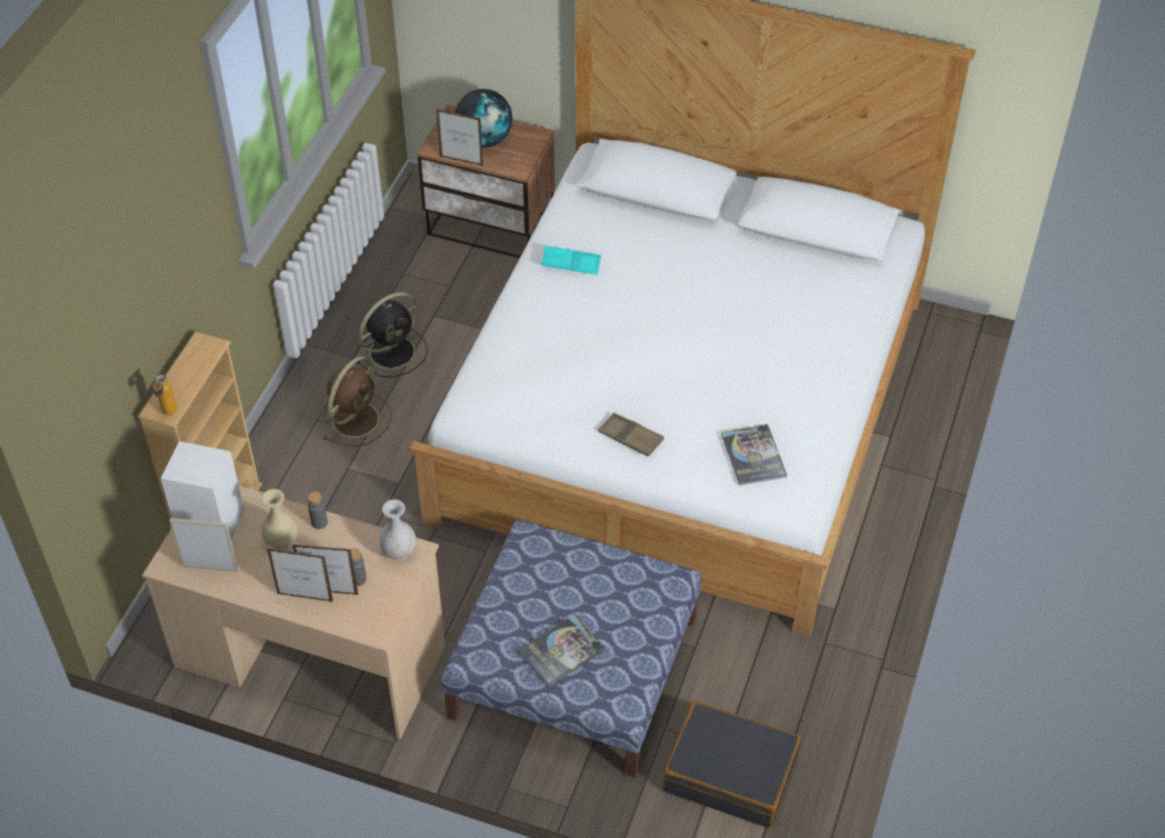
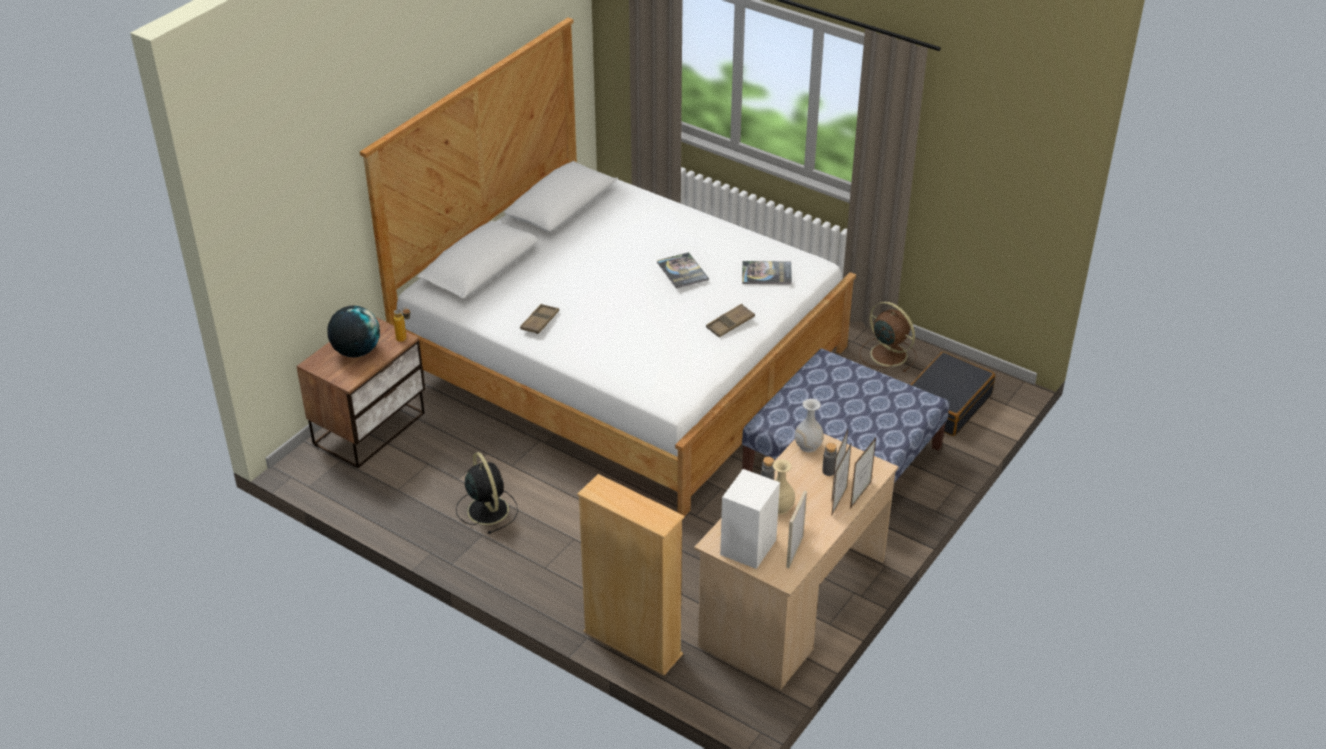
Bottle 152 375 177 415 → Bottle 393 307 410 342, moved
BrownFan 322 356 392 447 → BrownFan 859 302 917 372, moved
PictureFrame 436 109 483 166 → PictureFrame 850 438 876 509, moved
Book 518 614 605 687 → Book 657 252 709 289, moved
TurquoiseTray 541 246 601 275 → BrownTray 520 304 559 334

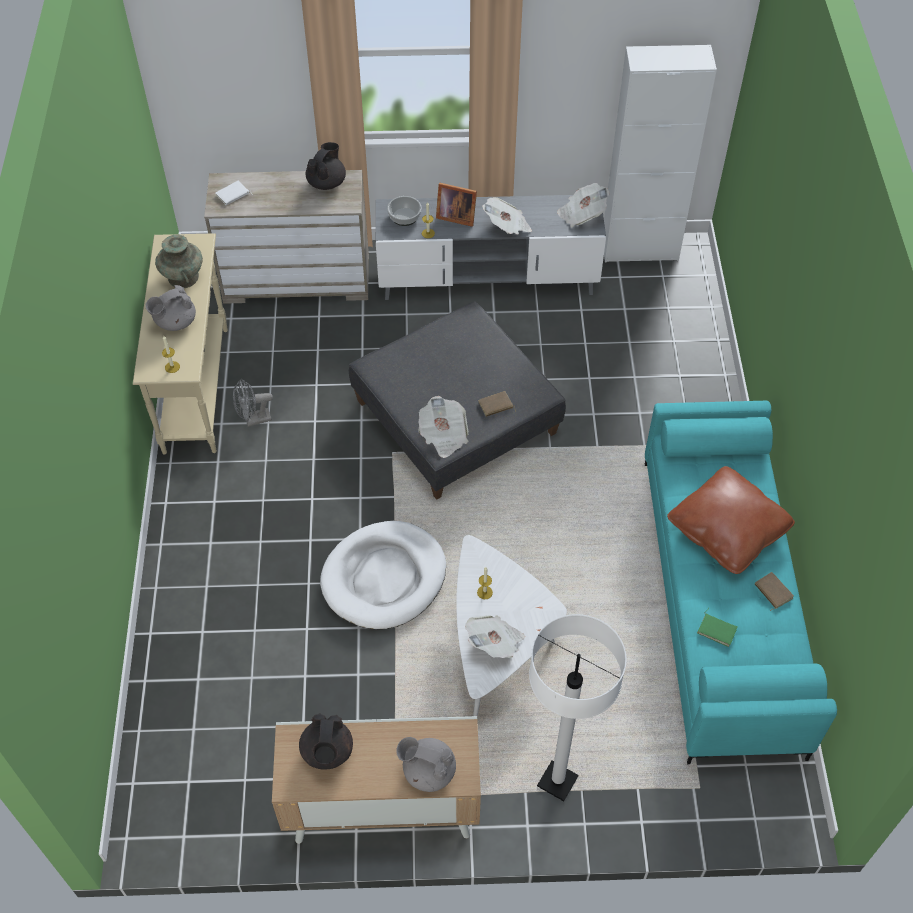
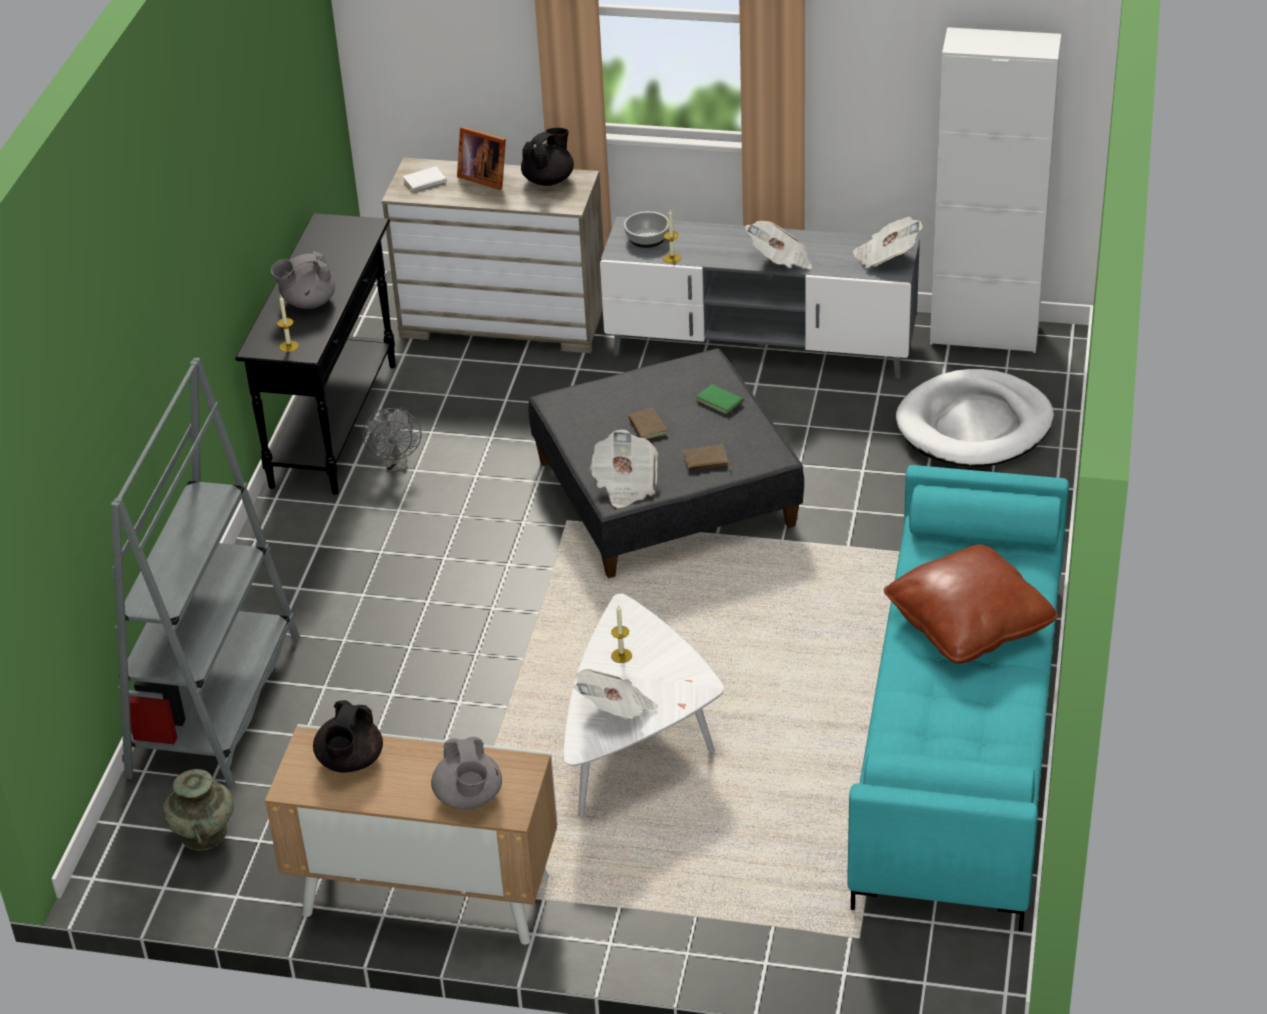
WhiteFloorLamp 529 614 627 801 → -
- → GreyBookcase 111 358 300 787
TurquoiseVase 155 234 203 288 → TurquoiseVase 162 769 234 851, moved
WhiteDogBed 320 521 446 629 → WhiteDogBed 896 369 1054 467, moved
PictureFrame 436 183 477 227 → PictureFrame 457 127 506 190, moved
GreenBook 697 608 737 647 → GreenBook 696 381 743 414, moved
BrownBook 755 572 794 611 → BrownBook 628 408 667 439, moved
BeigeConsoleTable 133 233 228 454 → BlackConsoleTable 235 213 396 495
GreyFan 233 379 273 427 → GreyFan 363 408 421 472, 90 degrees counterclockwise
GreyTeapot 396 737 456 792 → GreyTeapot 431 737 502 810, 135 degrees counterclockwise

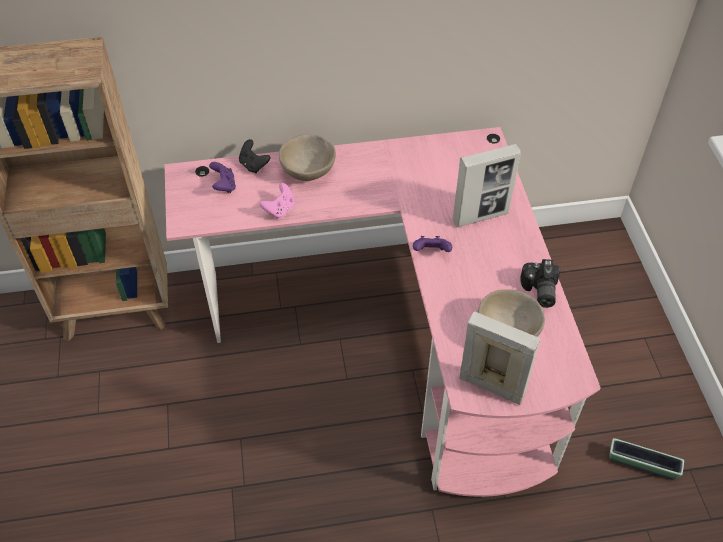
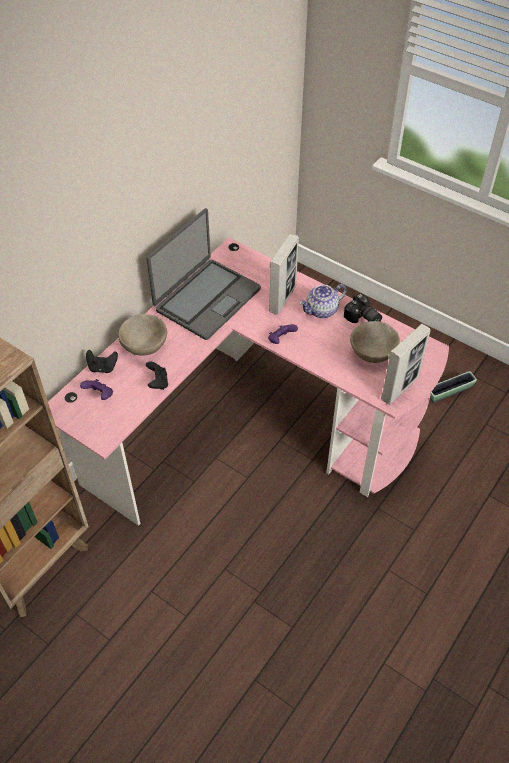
- → Laptop 147 208 261 340
- → Teapot 299 284 347 318
PinkGameController 260 183 295 219 → BlackGameController 146 362 168 390
PictureFrame 459 312 541 405 → PictureFrame 381 324 431 405, 150 degrees clockwise

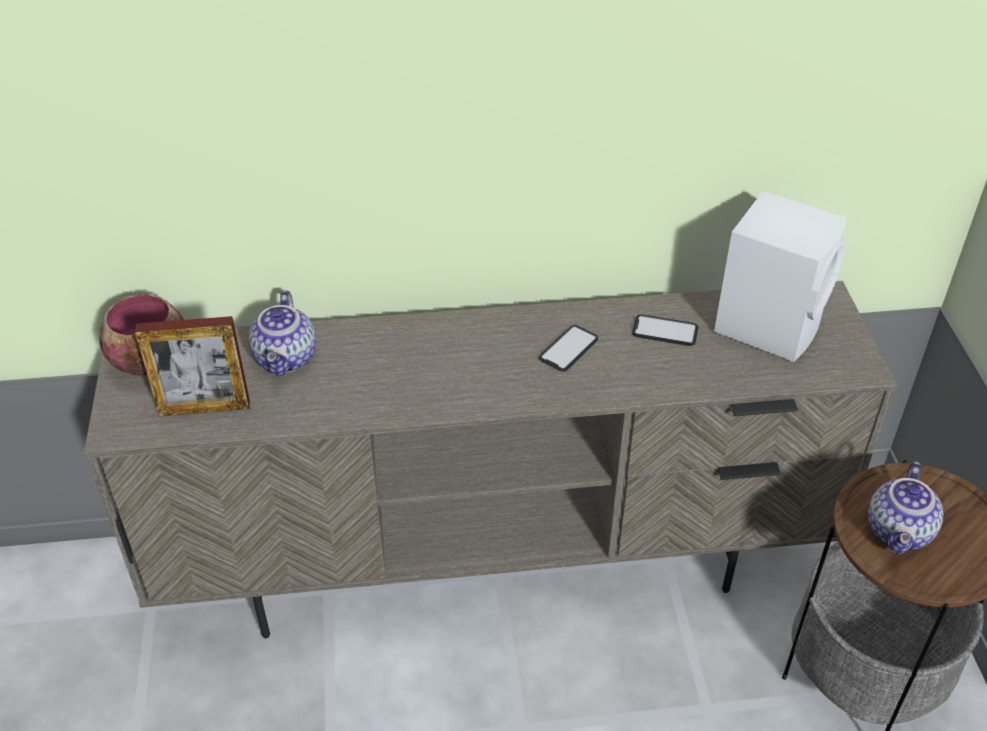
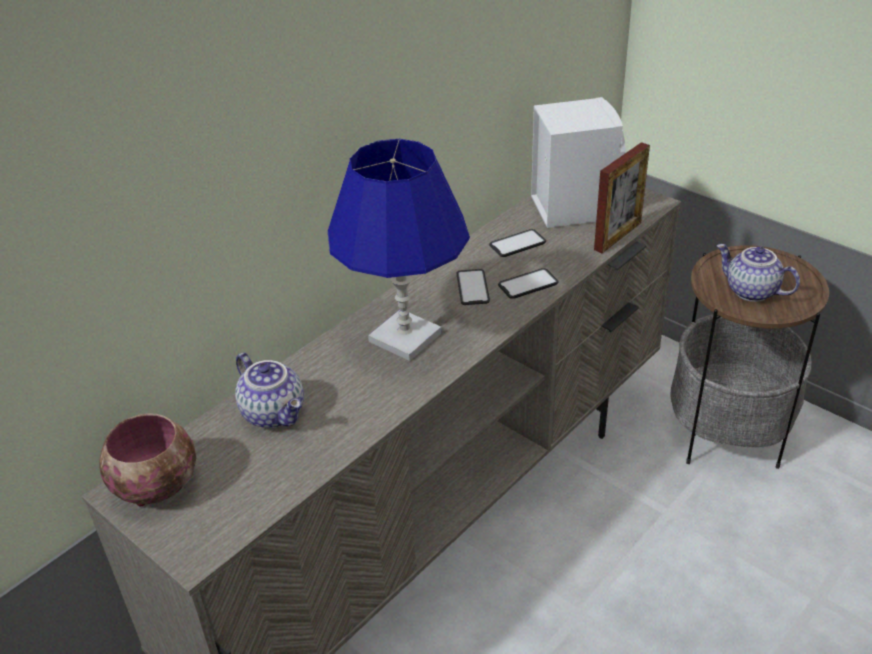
- → BlueTableLamp 328 139 470 361
- → Phone 498 268 559 299
PictureFrame 135 316 250 416 → PictureFrame 594 142 650 253, moved
Teapot 868 461 944 554 → Teapot 716 244 800 302, 150 degrees clockwise

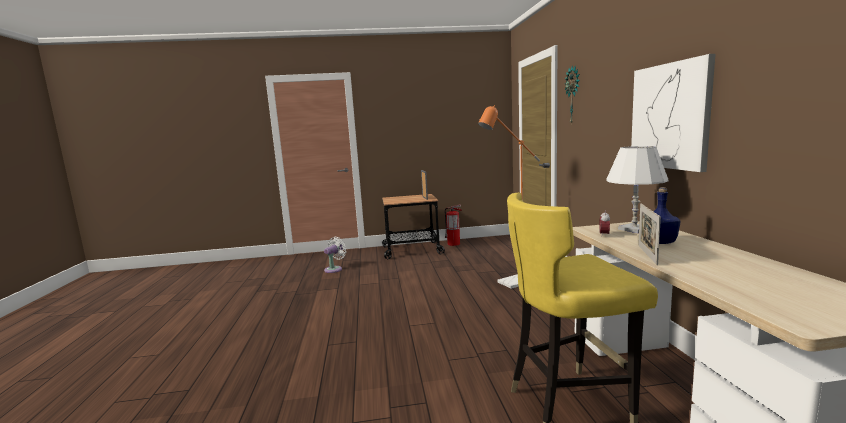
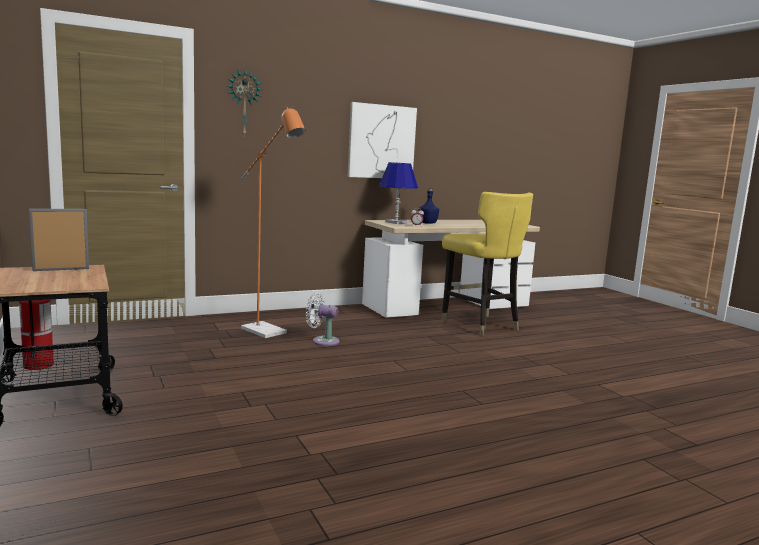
PictureFrame 638 203 661 265 → -
WhiteFan 324 237 346 273 → WhiteFan 306 292 339 346, moved
WhiteTableLamp 606 146 669 233 → BlueTableLamp 379 162 418 224

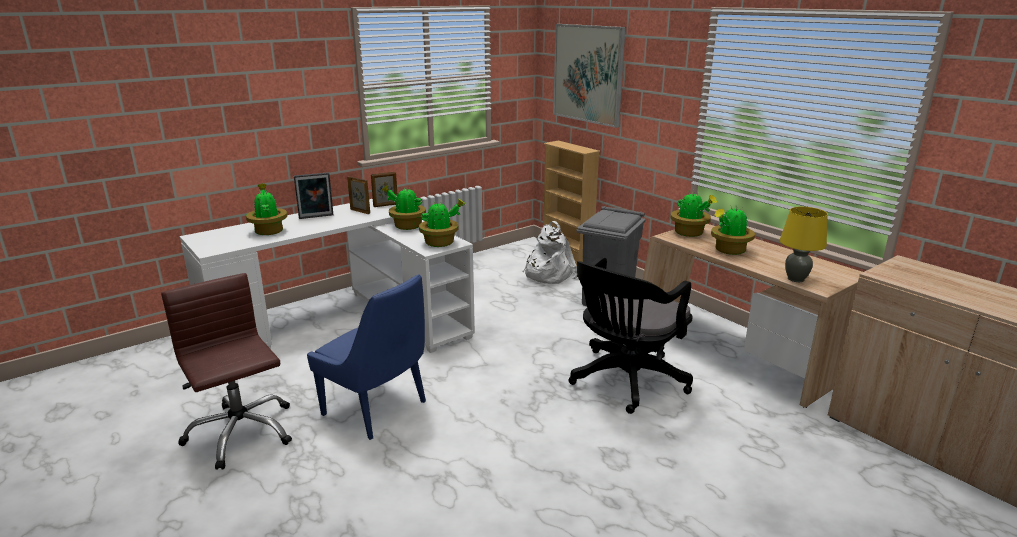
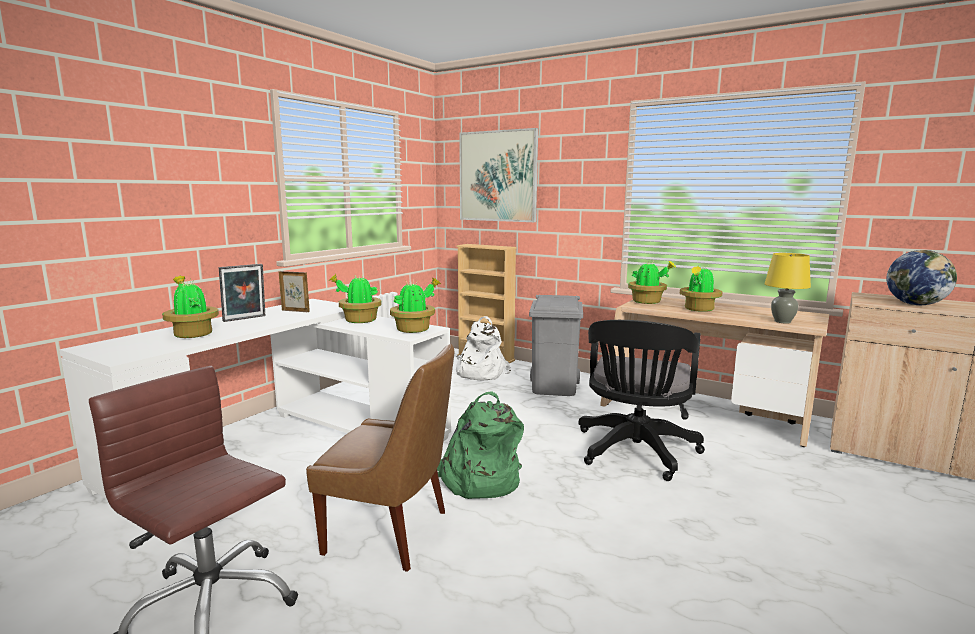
PictureFrame 371 172 397 207 → -
- → GreenBackpack 437 391 524 499
- → Globe 886 250 957 305
BlueChair 307 274 426 440 → BrownChair 306 344 454 572

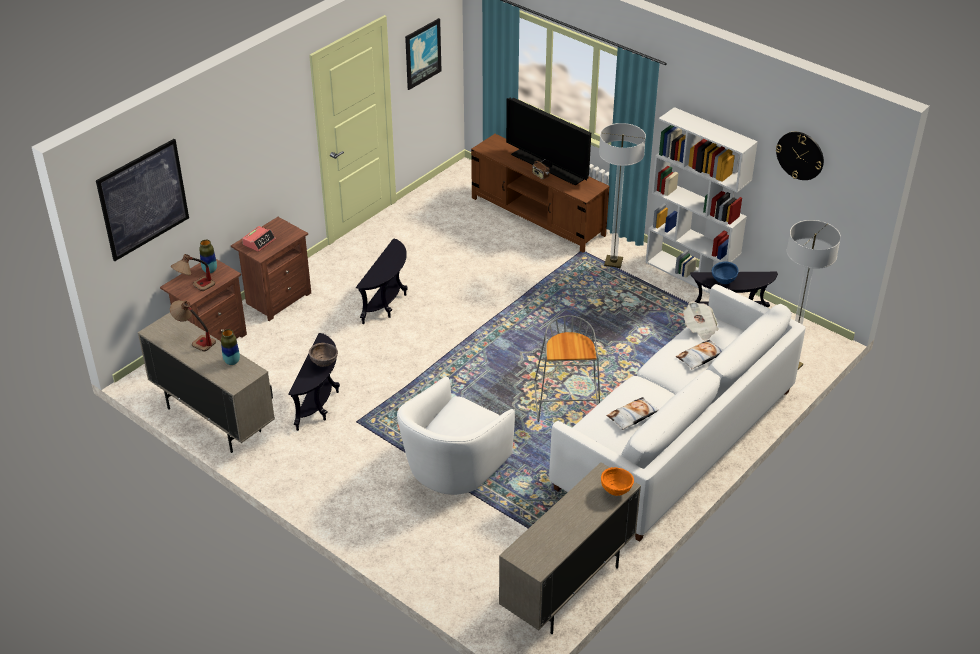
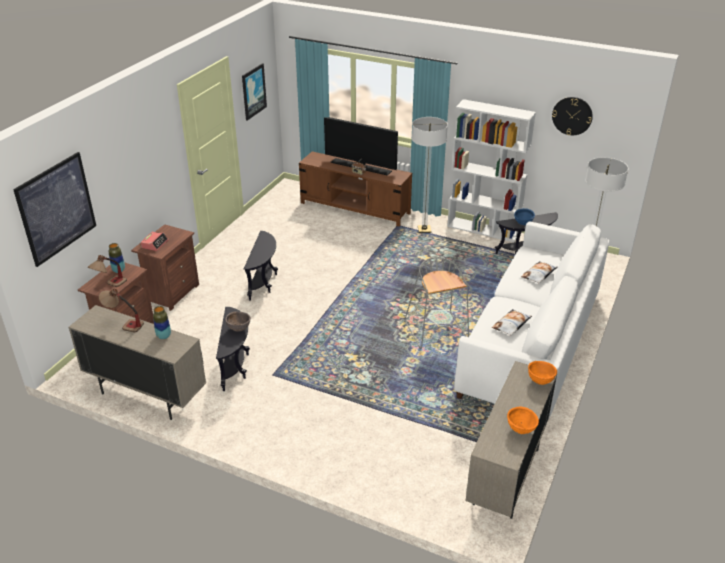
WhiteArmchair 397 376 515 495 → -
Newspaper 683 301 719 341 → -
- → OrangeBowl 507 407 539 434

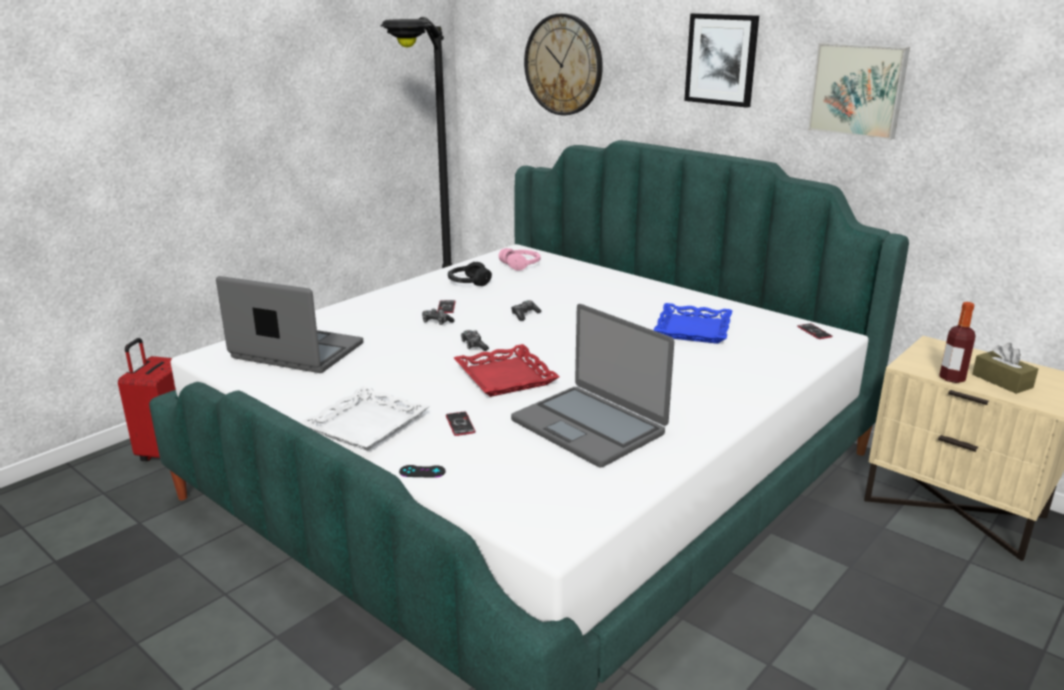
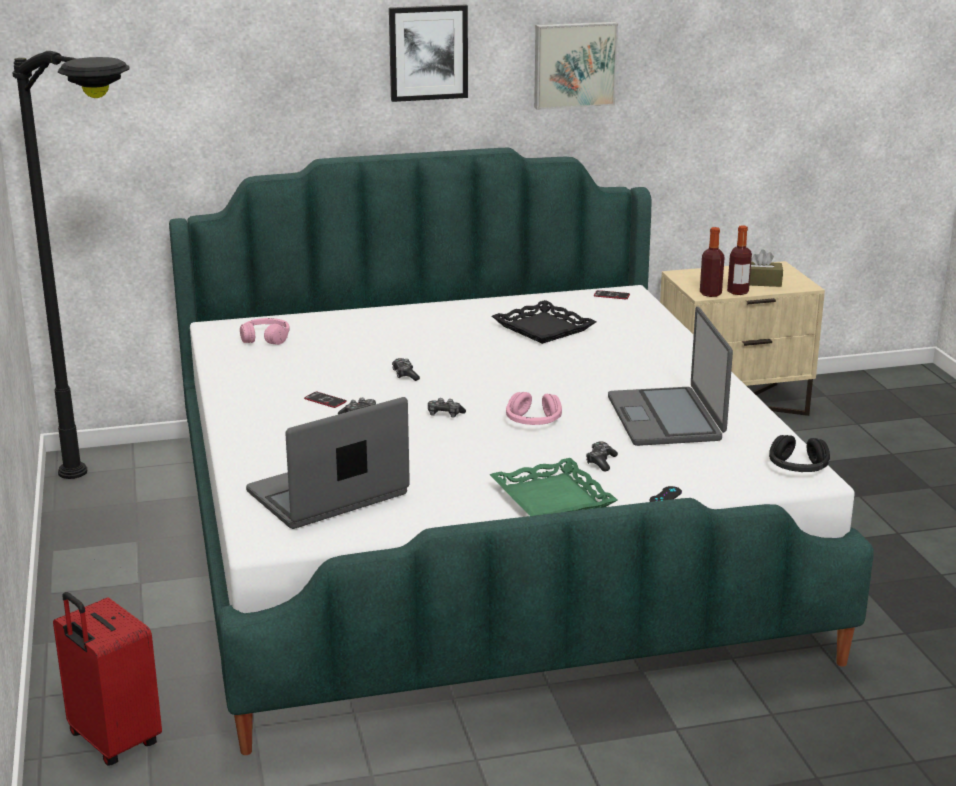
WallClock 524 13 603 116 → -
- → Bottle 700 227 725 297
BlackHeadphones 448 262 492 286 → BlackHeadphones 769 435 830 472, moved
Phone 446 412 476 436 → GameController 586 441 618 471
RedTray 454 344 560 397 → PinkHeadphones 506 392 562 425
WhiteTray 299 386 429 451 → GreenTray 489 458 617 516
BlueTray 654 303 733 344 → BlackTray 492 300 596 344
Laptop 511 304 674 468 → Laptop 608 307 733 446, 90 degrees clockwise

